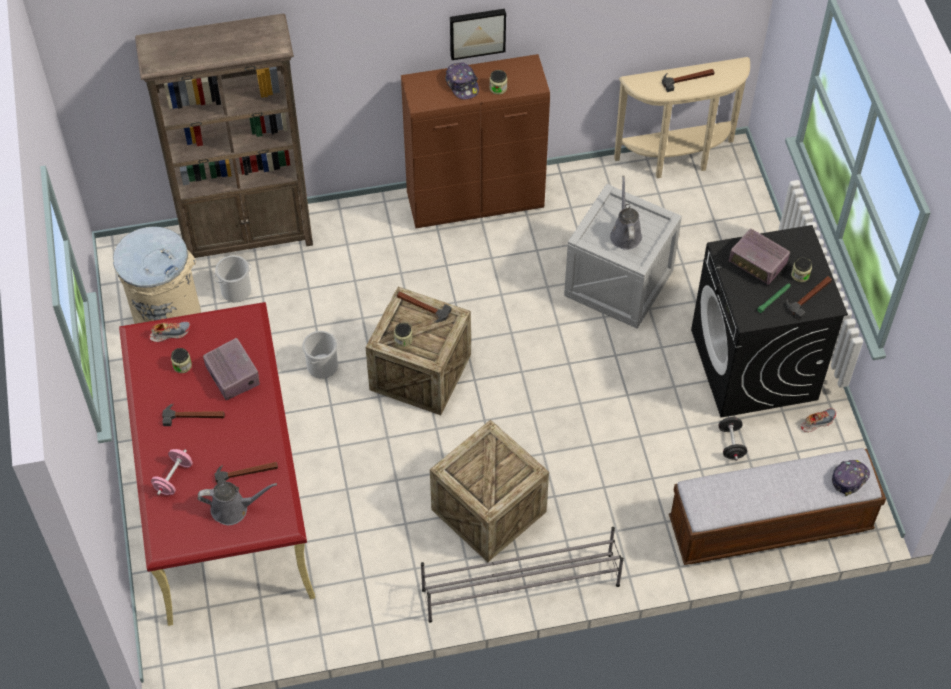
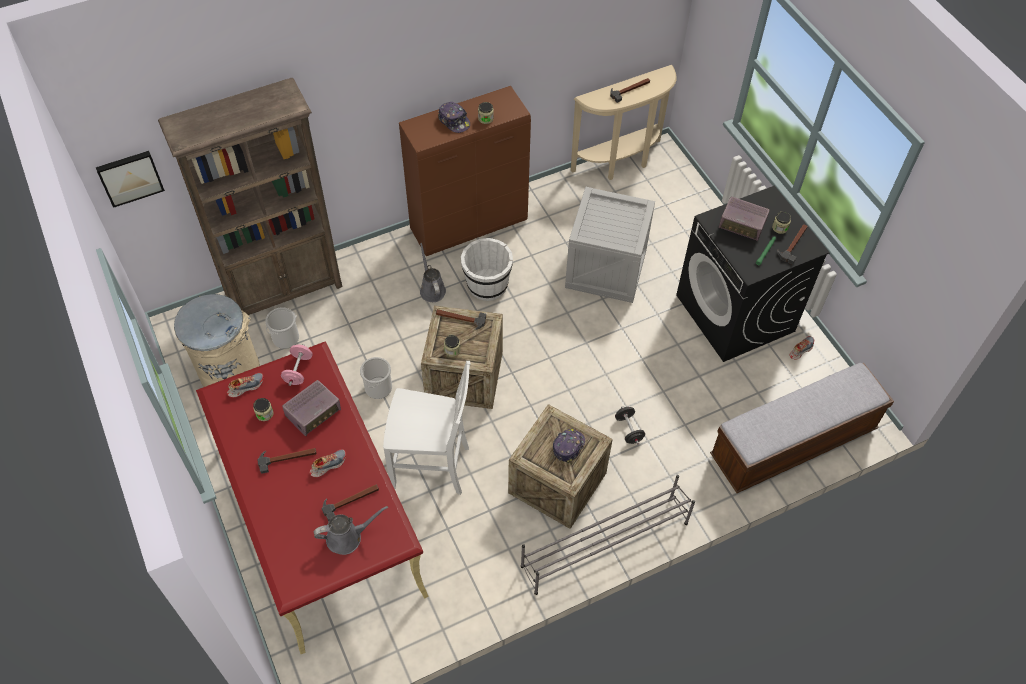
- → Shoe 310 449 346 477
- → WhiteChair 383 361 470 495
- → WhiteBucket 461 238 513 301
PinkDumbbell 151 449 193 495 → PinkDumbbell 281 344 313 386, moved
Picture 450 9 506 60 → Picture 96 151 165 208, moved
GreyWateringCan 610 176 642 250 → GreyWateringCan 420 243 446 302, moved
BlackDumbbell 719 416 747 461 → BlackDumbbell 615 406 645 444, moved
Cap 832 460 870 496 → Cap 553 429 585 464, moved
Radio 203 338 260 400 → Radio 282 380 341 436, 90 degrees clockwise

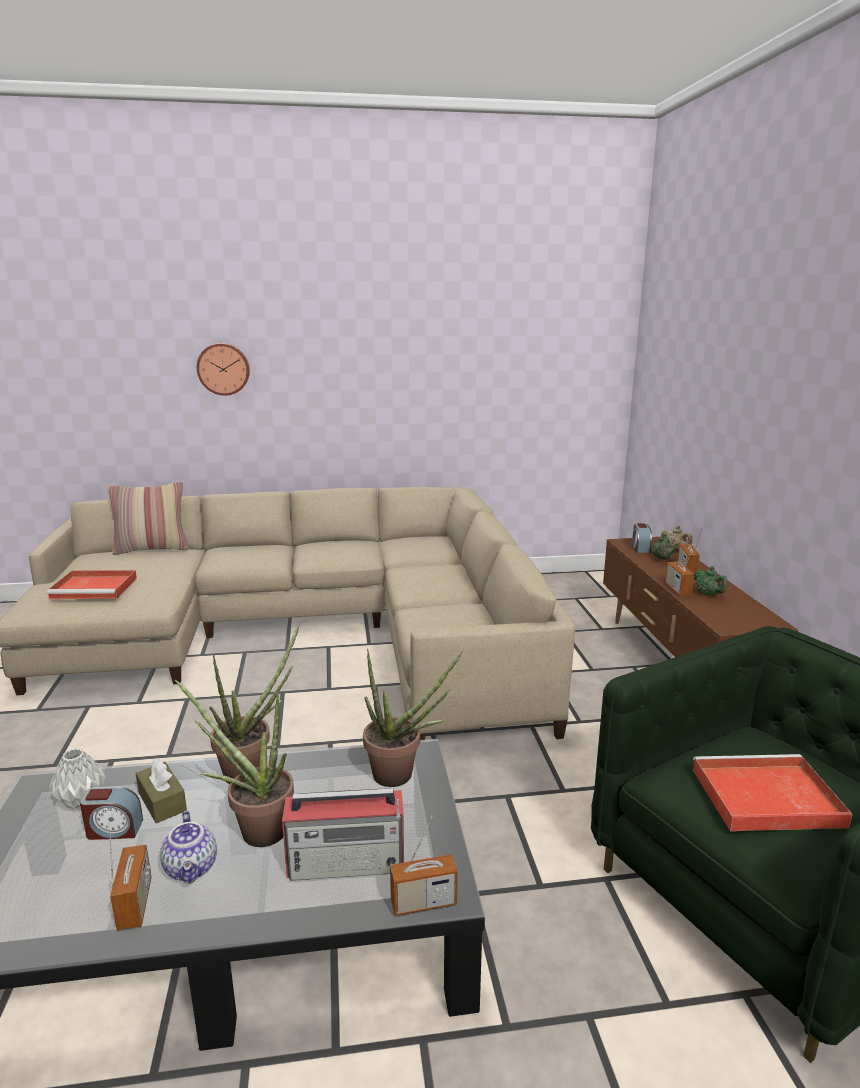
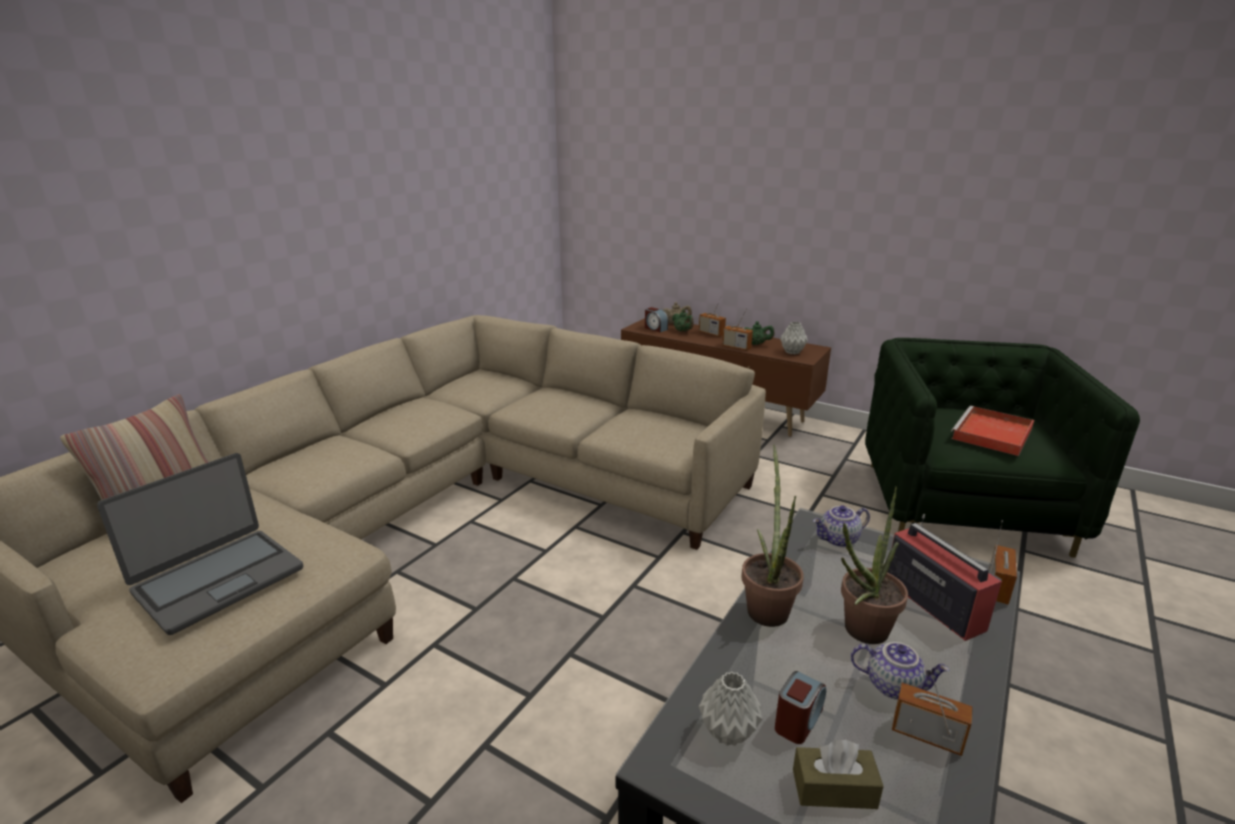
WallClock 197 343 250 396 → -
- → GreyVase 780 322 808 354
BrownTissueBox 135 759 187 823 → BrownTissueBox 793 740 884 809, moved
RedTray 47 570 137 599 → Laptop 97 453 303 635
PottedPlant 363 649 463 787 → Teapot 813 505 870 547
Radio 282 788 404 881 → Radio 887 514 1002 641, 60 degrees counterclockwise

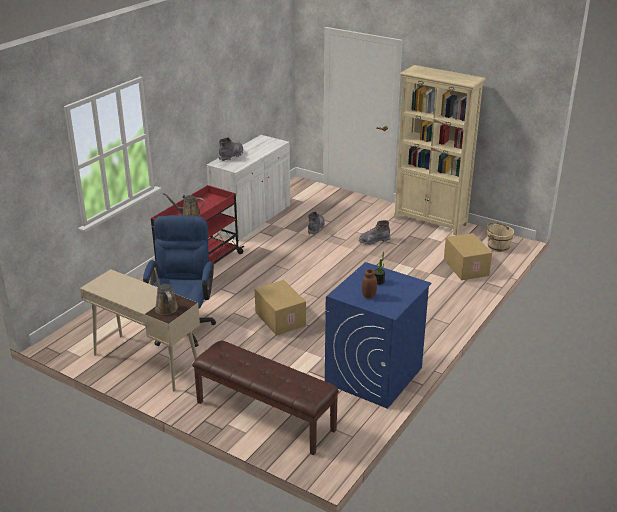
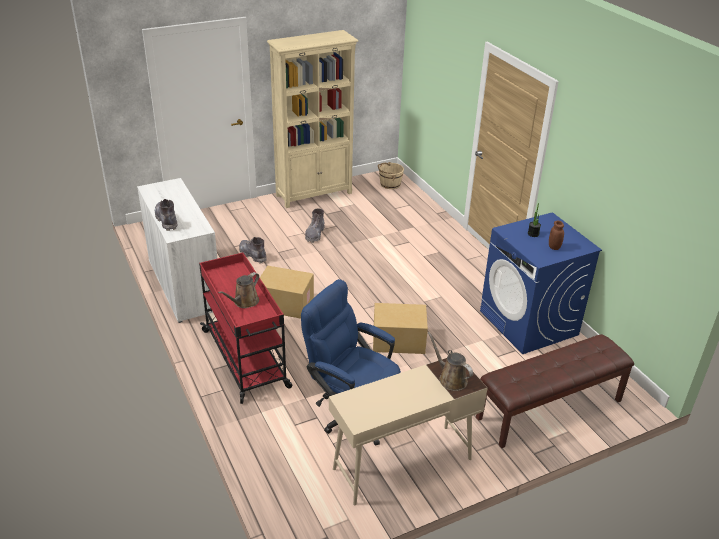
CardboardBox 444 233 492 280 → CardboardBox 260 266 314 319, moved
BrownWateringCan 154 267 178 315 → BrownWateringCan 428 332 473 391, 45 degrees clockwise

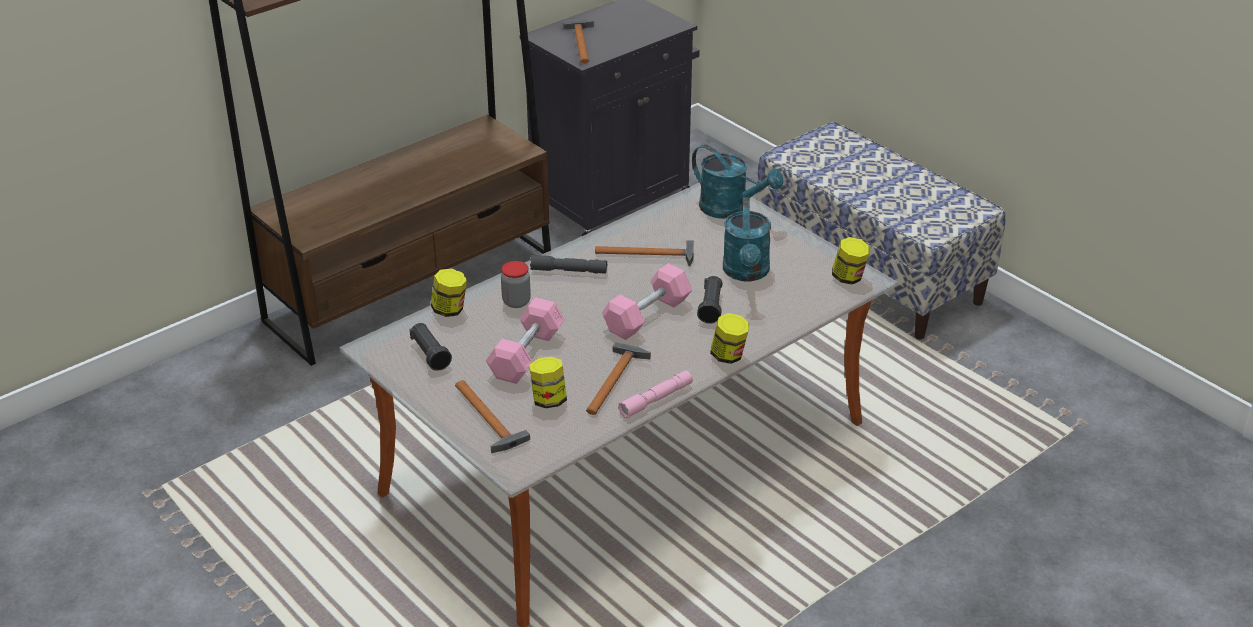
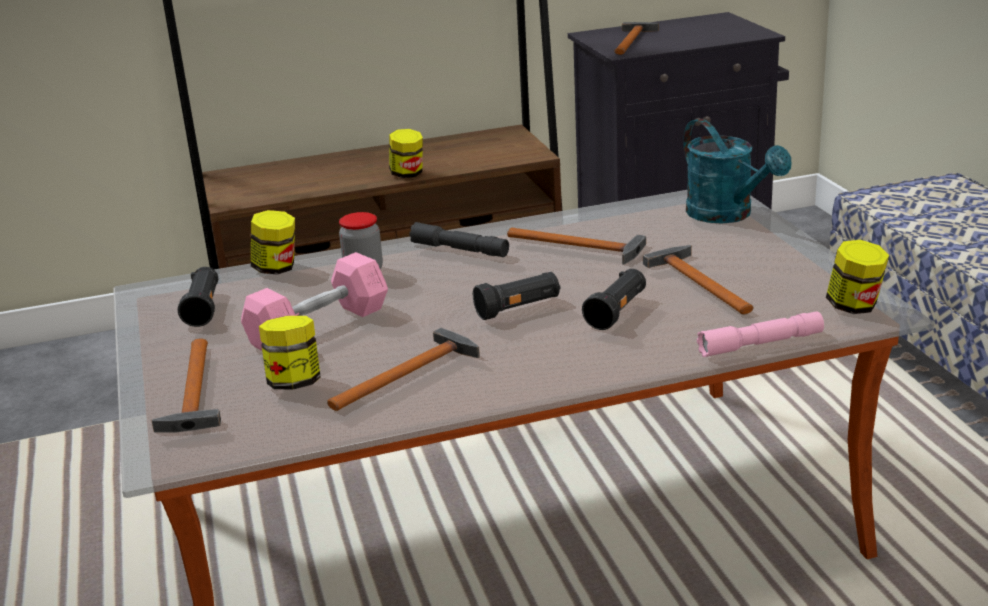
PinkFlashlight 618 370 693 418 → PinkFlashlight 697 312 824 357, moved
Jar 710 313 749 364 → Jar 389 129 423 178, moved
PinkDumbbell 602 263 692 340 → BlackFlashlight 473 272 561 320
TurquoiseWateringCan 723 198 771 282 → Hammer 643 245 754 314

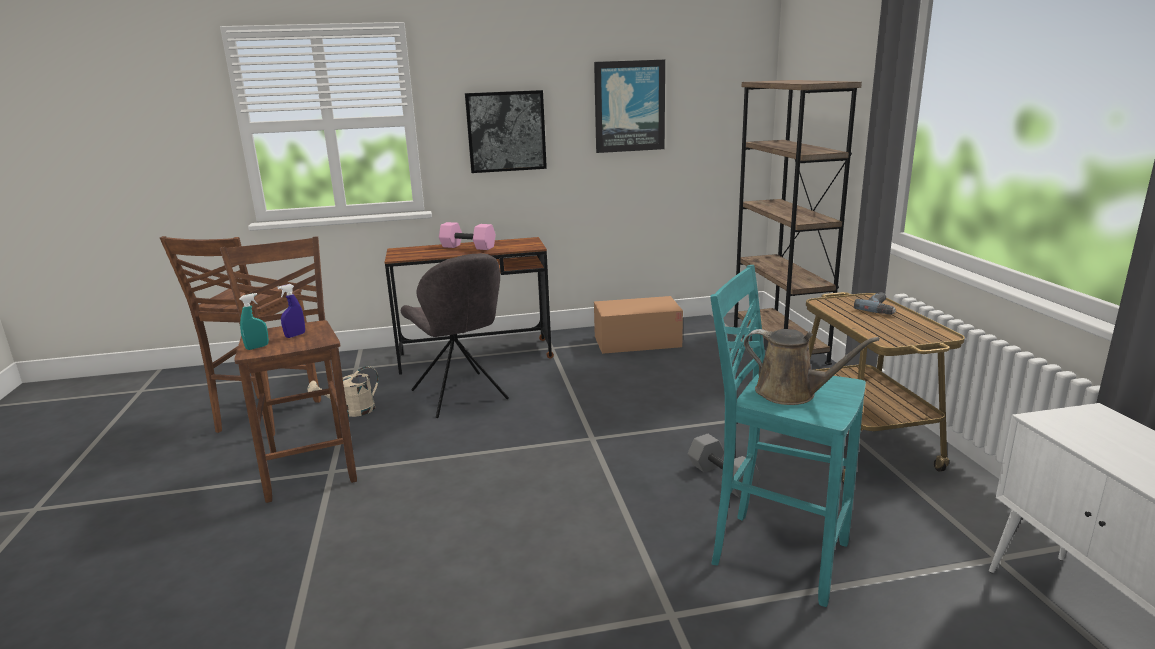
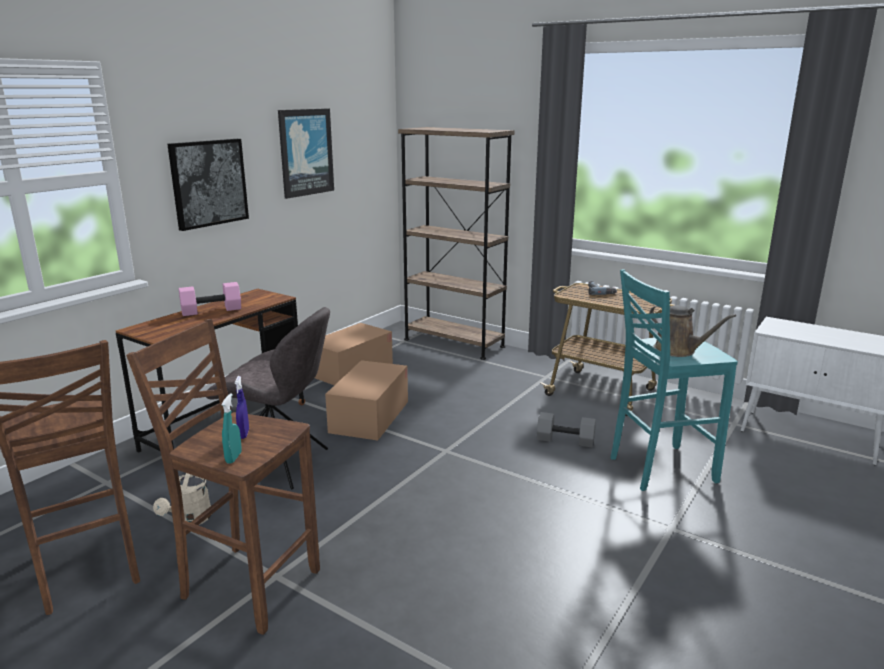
- → CardboardBox 325 360 408 440
BrownWateringCan 744 329 880 405 → BrownWateringCan 649 305 736 357, 60 degrees clockwise

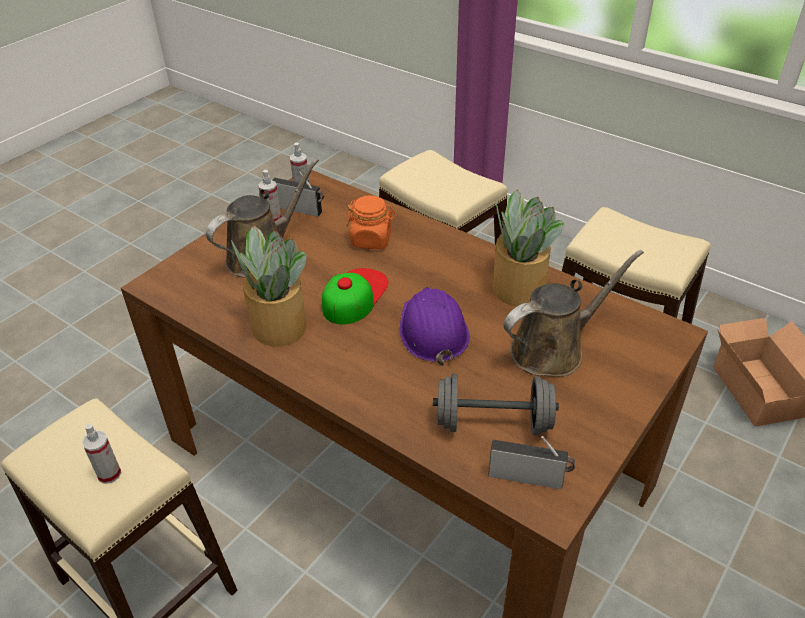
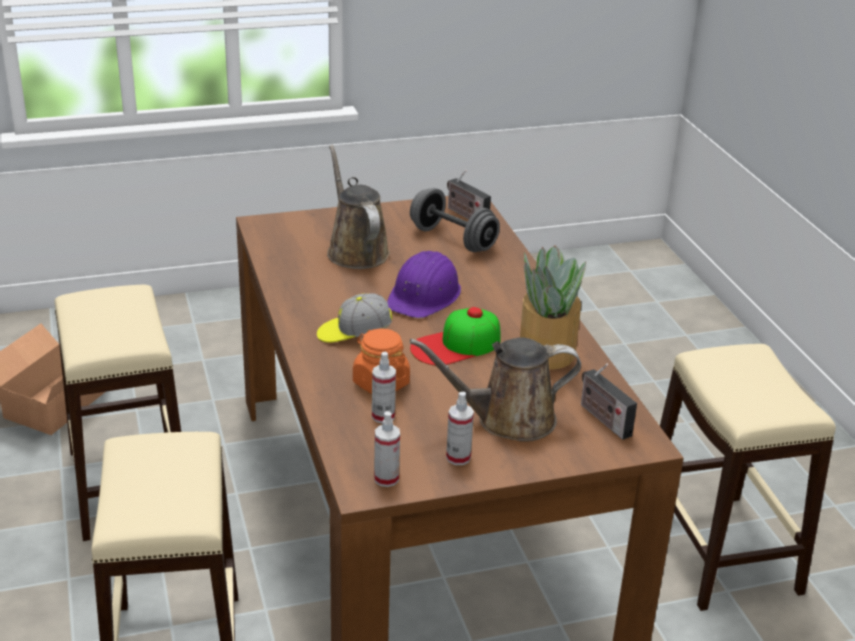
PottedPlant 493 189 565 307 → -
- → Cap 317 293 392 343
SprayBottle 82 424 121 484 → SprayBottle 372 352 396 423, moved
Radio 273 171 324 217 → Radio 581 364 637 440, moved
BrownWateringCan 503 250 644 377 → BrownWateringCan 327 145 390 269, 60 degrees clockwise

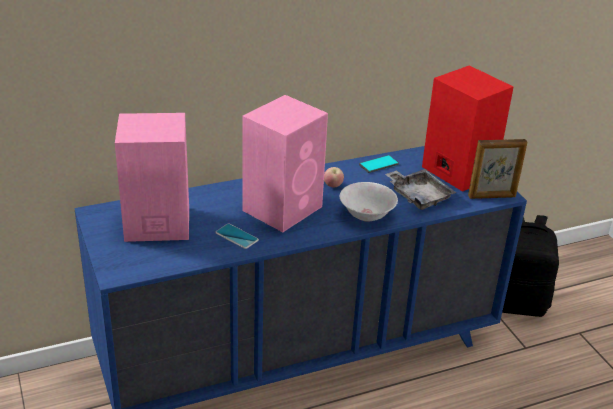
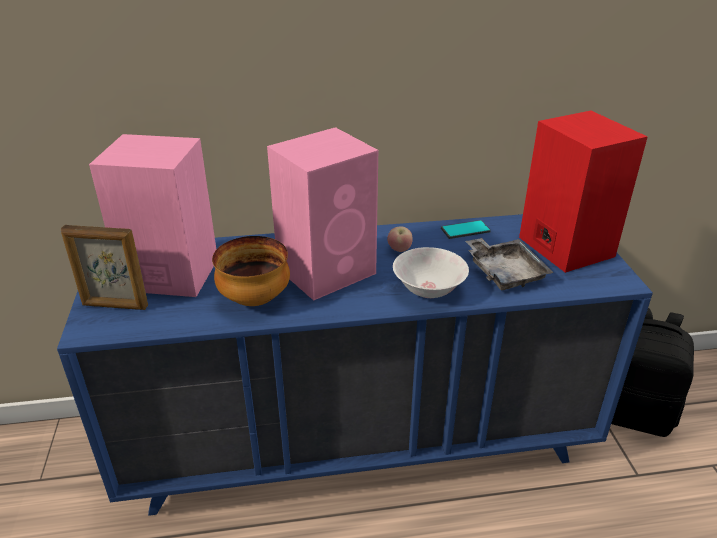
PictureFrame 468 139 527 199 → PictureFrame 60 225 148 310, moved
Phone 215 224 259 249 → Bowl 212 236 290 306

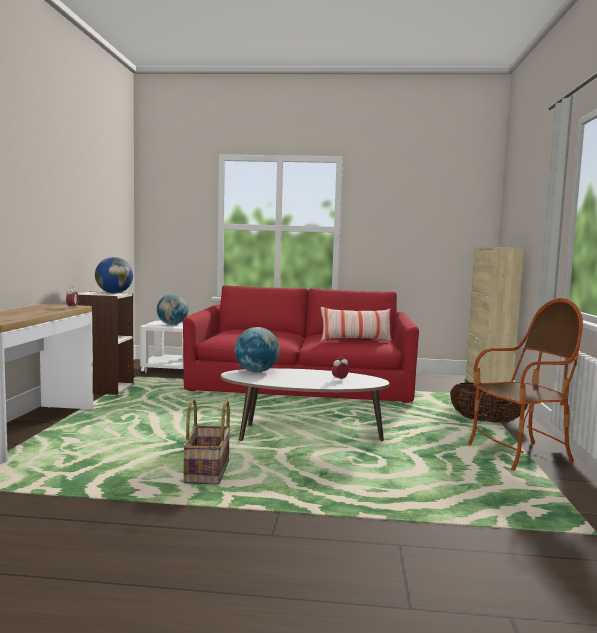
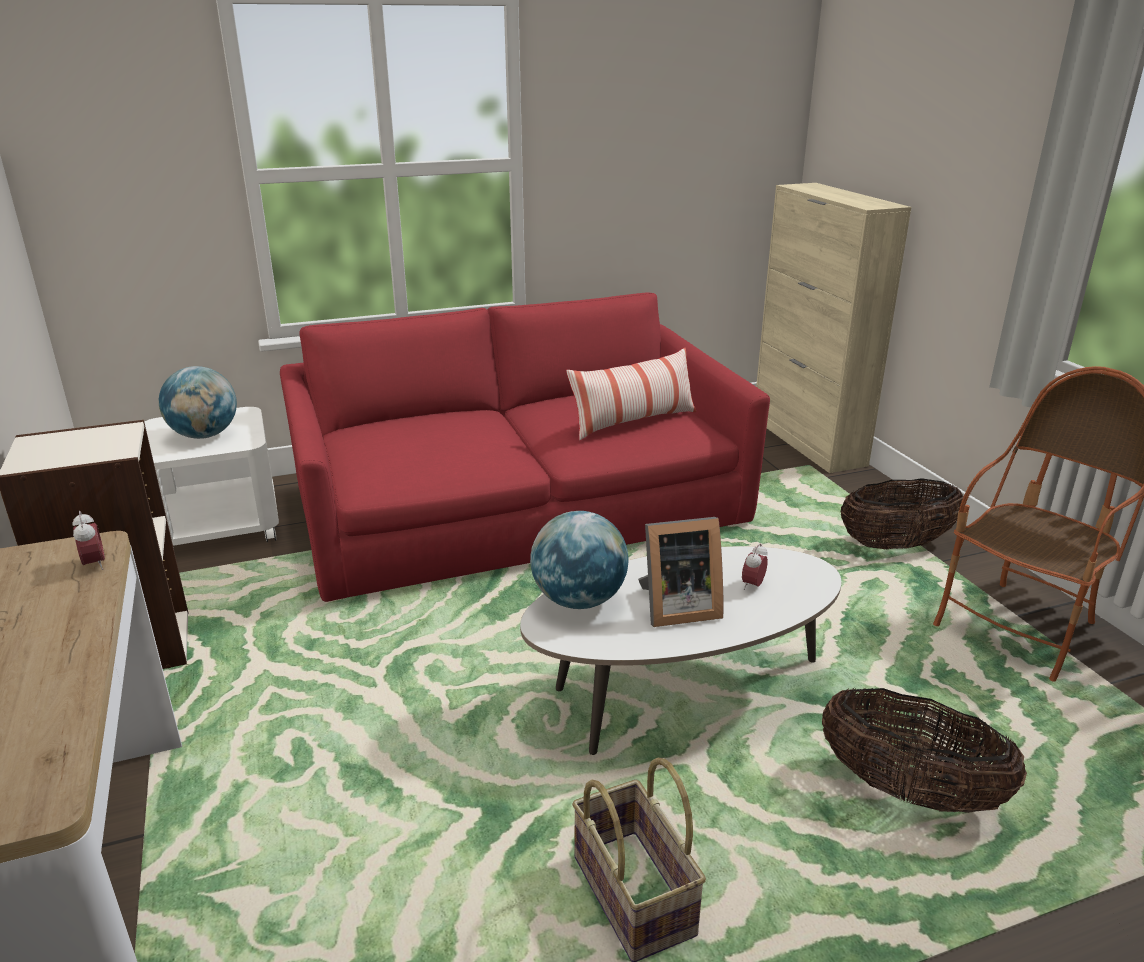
Globe 95 257 133 294 → -
- → PictureFrame 638 517 724 627
- → Basket 822 687 1027 813

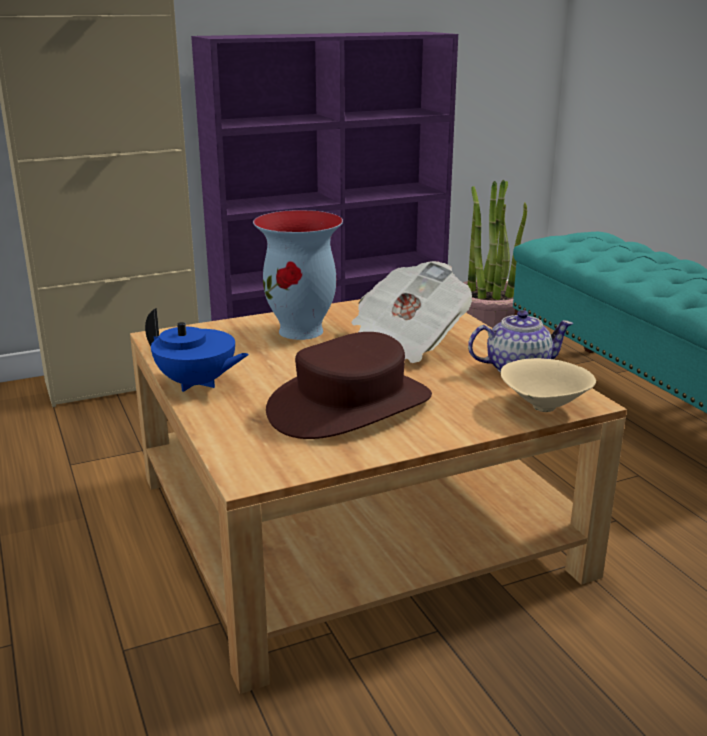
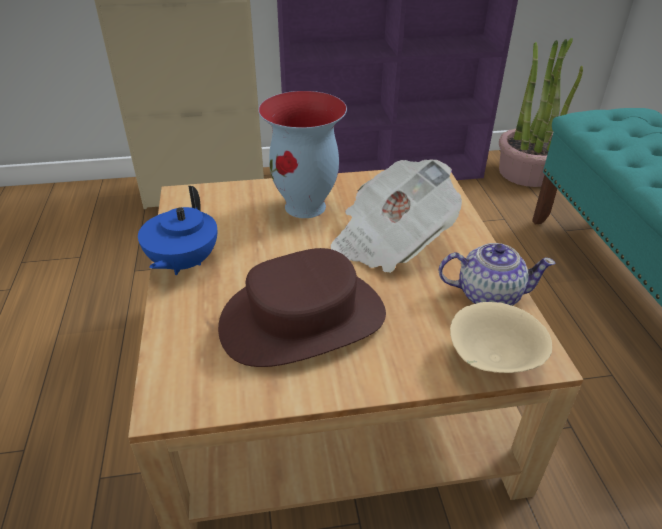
BlueTeapot 145 308 249 392 → BlueTeapot 138 186 217 275, 60 degrees clockwise

